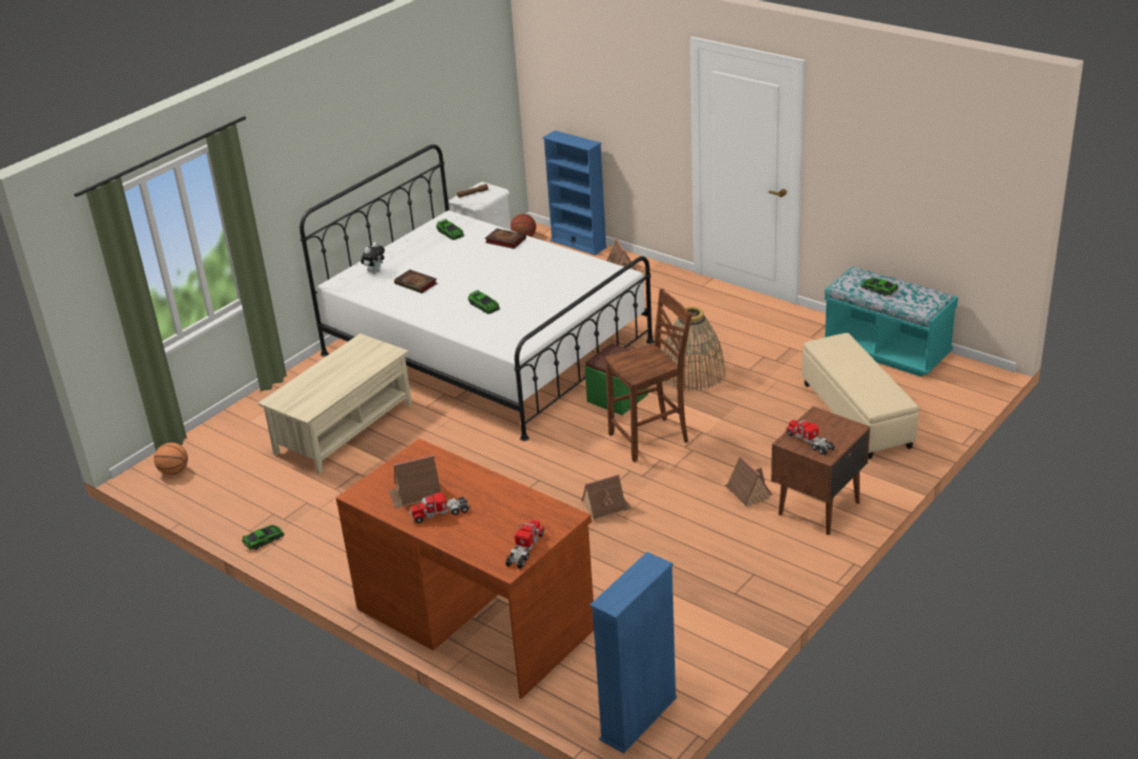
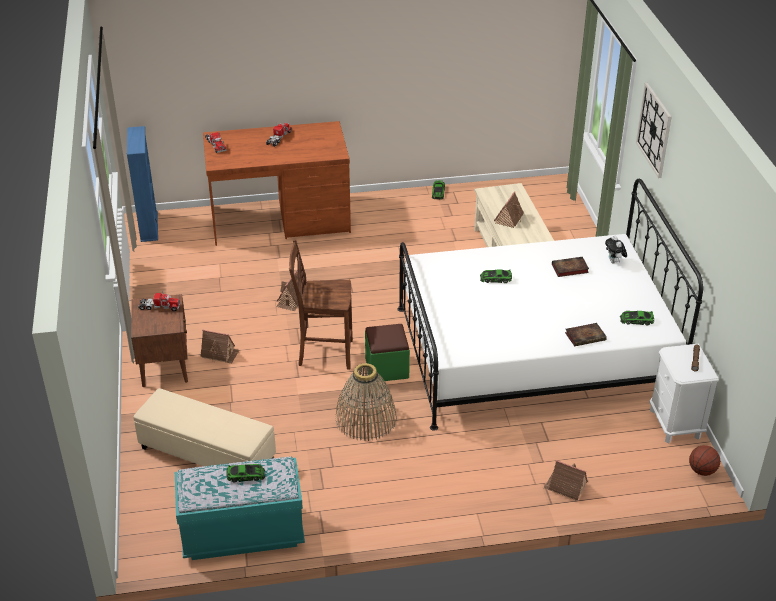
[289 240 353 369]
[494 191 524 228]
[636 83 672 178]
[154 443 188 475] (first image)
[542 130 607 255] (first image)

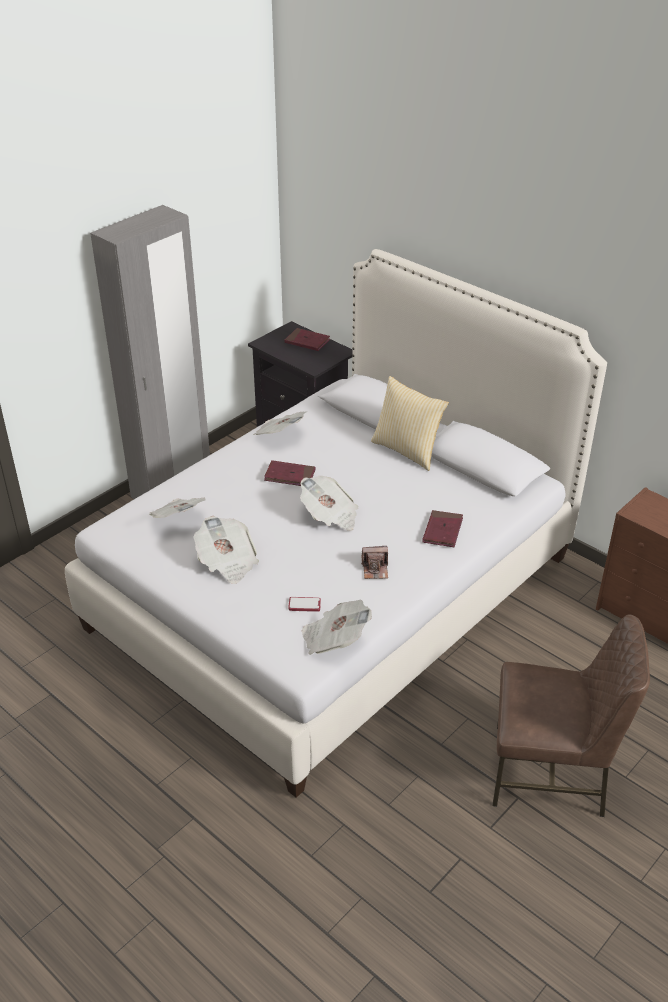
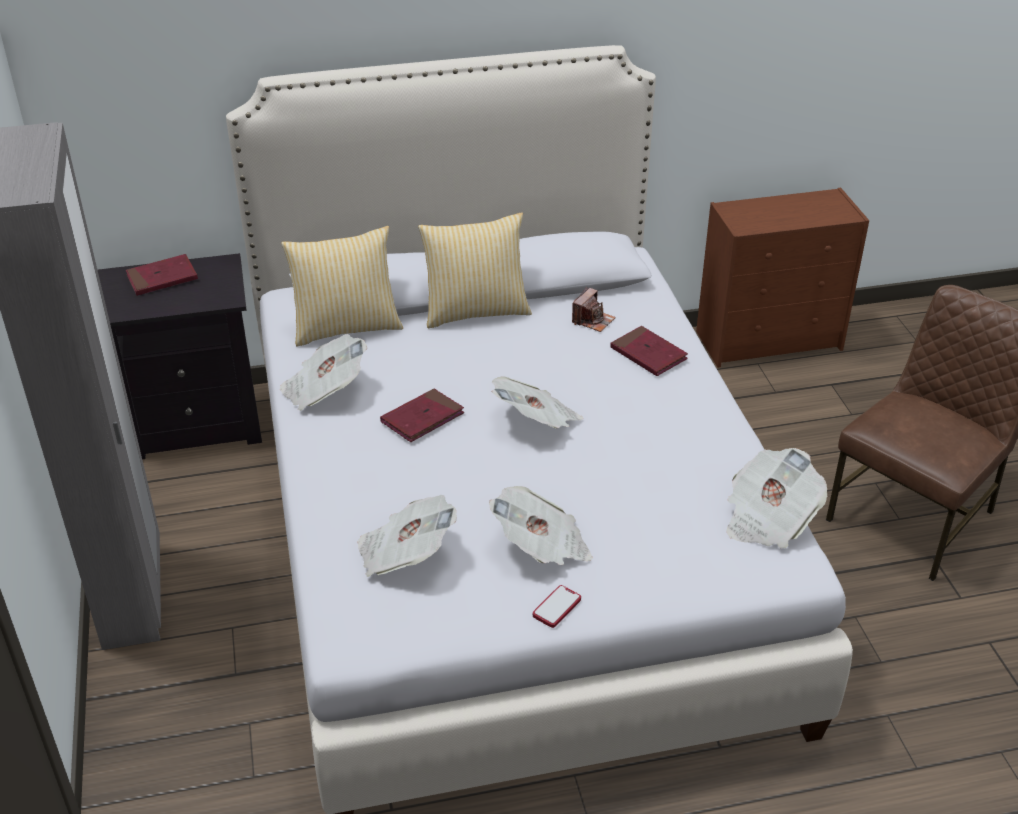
[281 226 403 347]
[533 585 581 628]
[572 288 616 332]

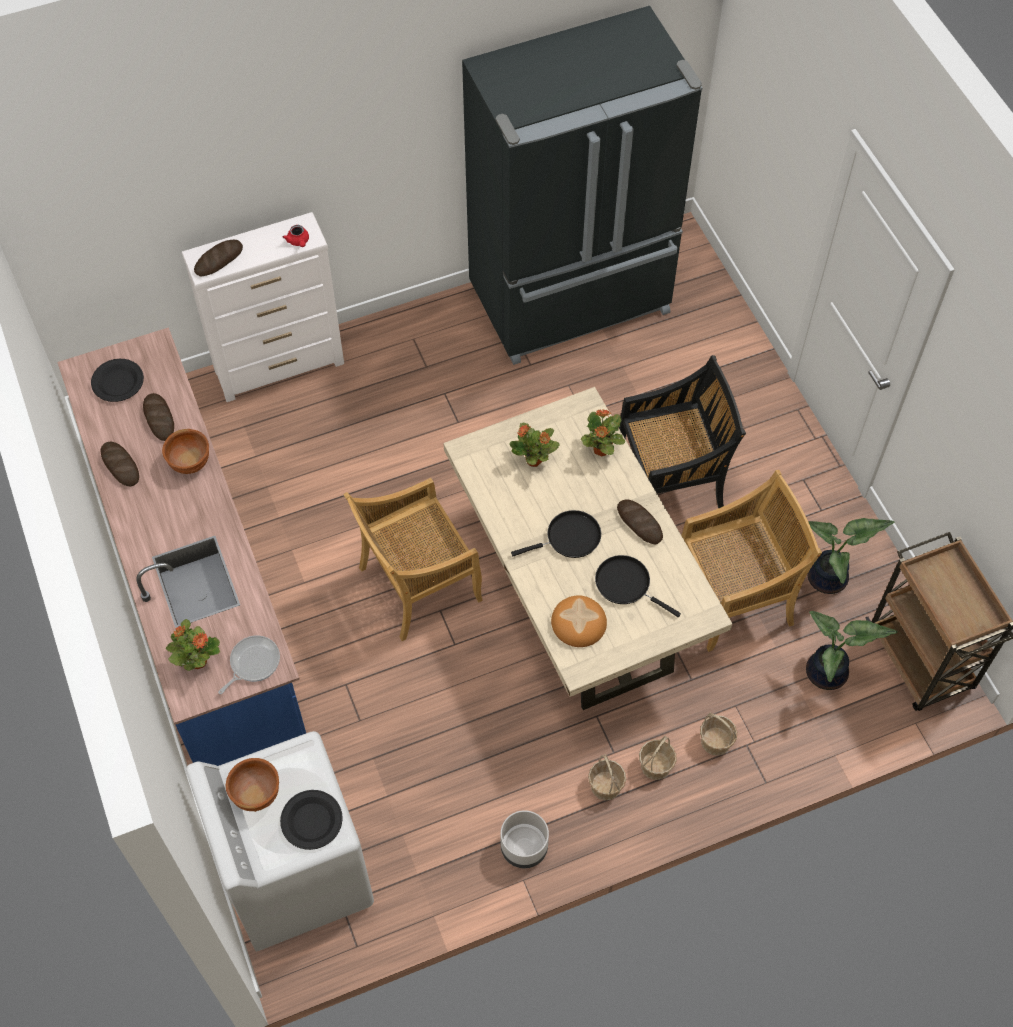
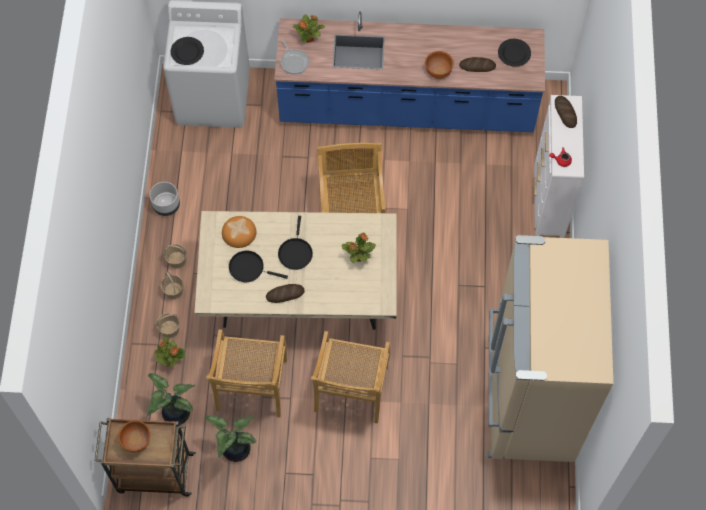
[118 420 151 453]
[154 337 185 367]
[229 251 288 282]
[311 331 390 424]
[488 235 613 462]
[101 442 139 487] (first image)

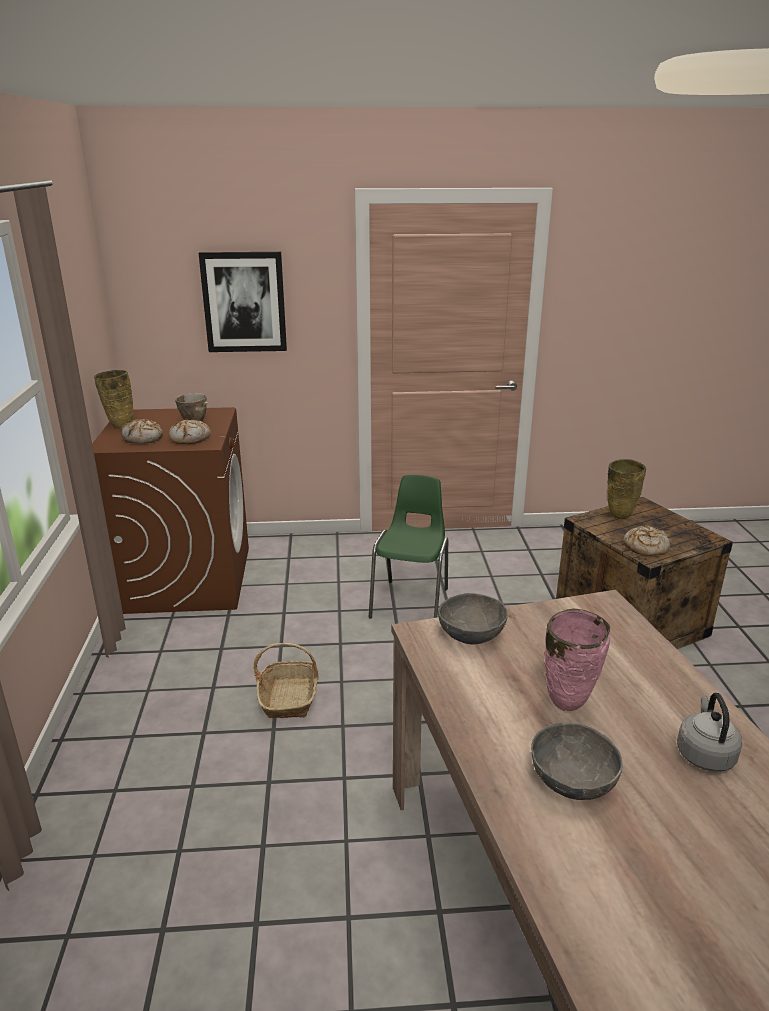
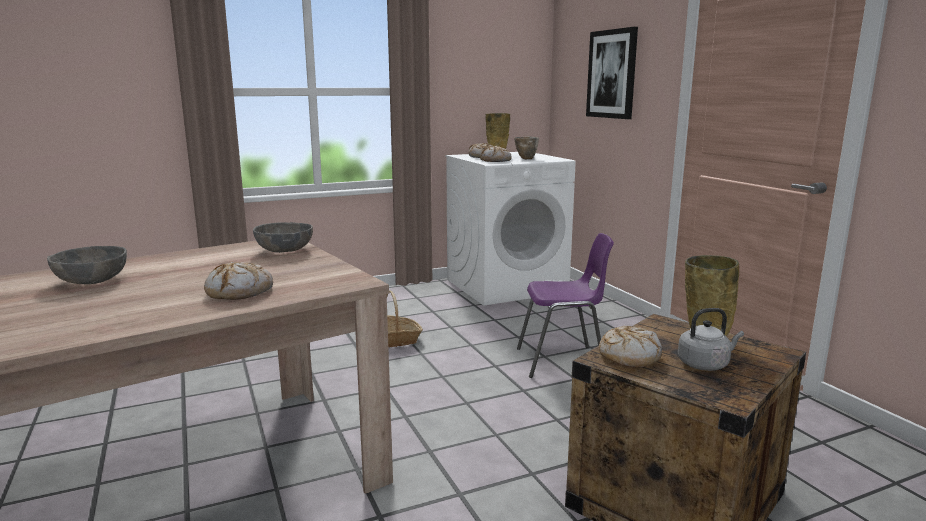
[204 261 273 300]
[445 152 576 306]
[517 233 614 378]
[678 308 744 371]
[543 609 610 711] (first image)

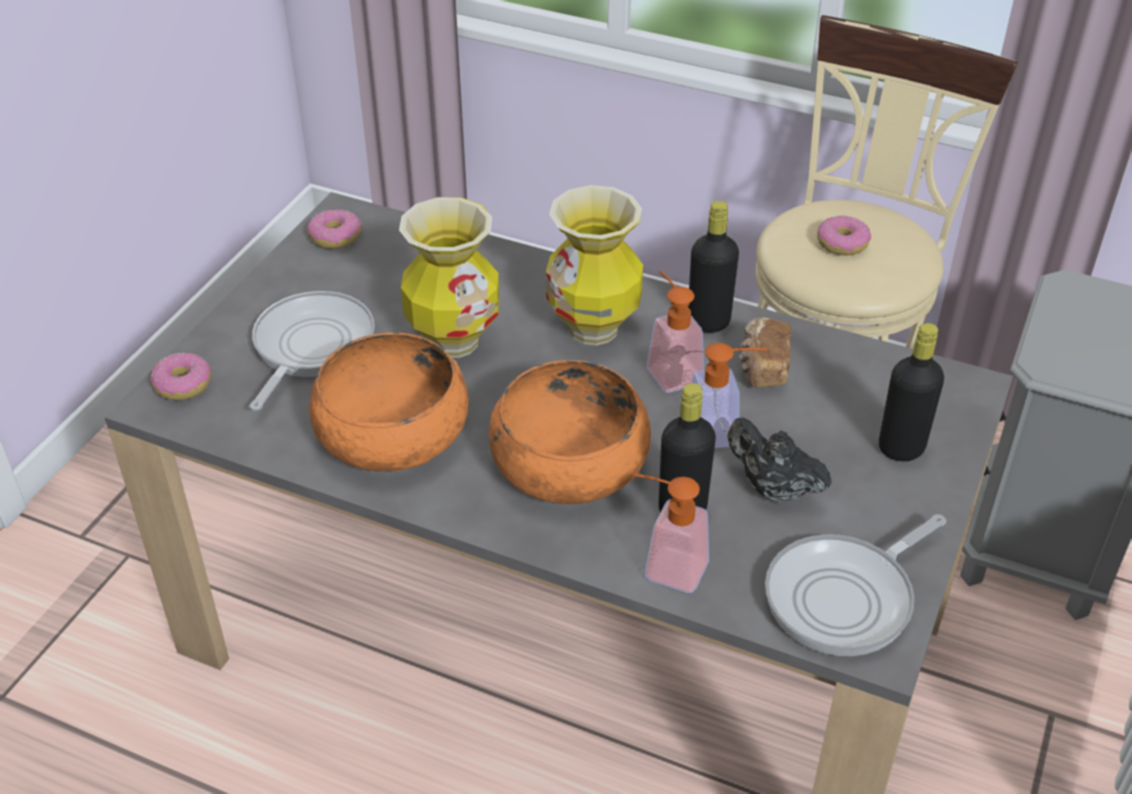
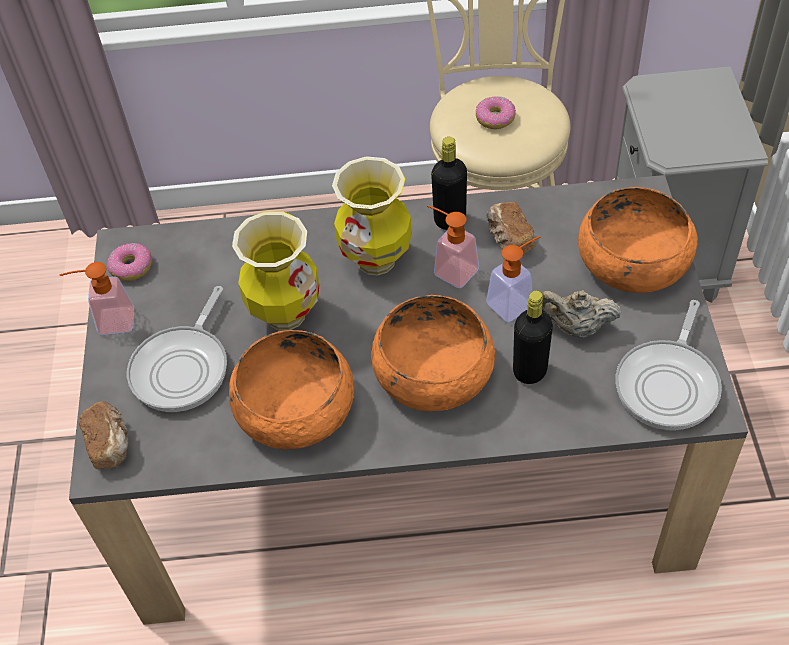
[60 262 134 335]
[79 401 128 469]
[127 286 227 412]
[541 290 622 337]
[578 187 698 293]

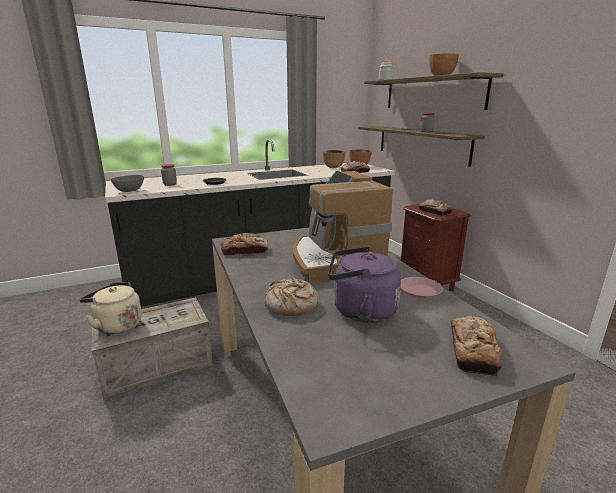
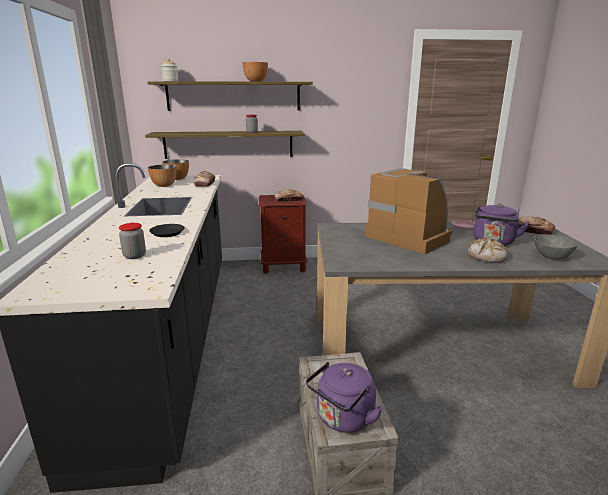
[306 362 383 433]
[365 168 452 254]
[534 234 577 260]
[221 233 268 255] (first image)

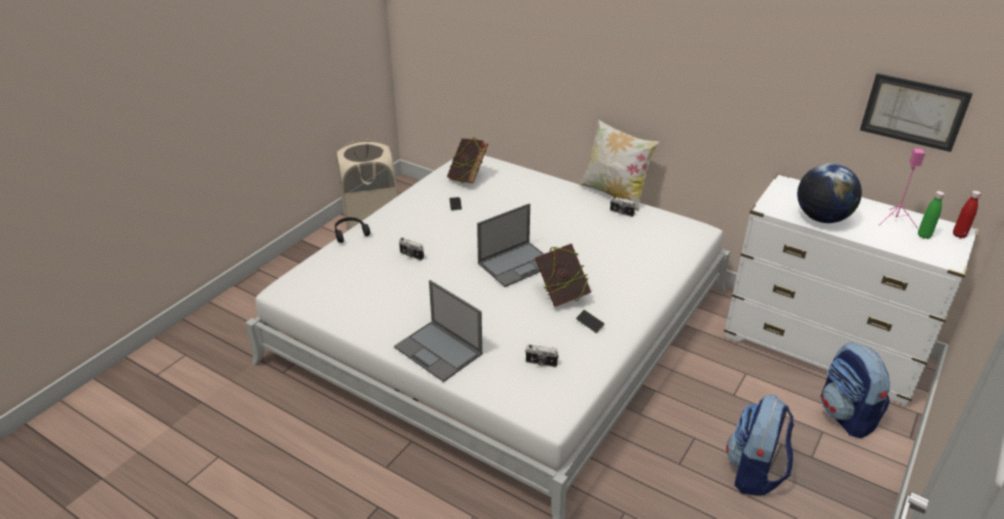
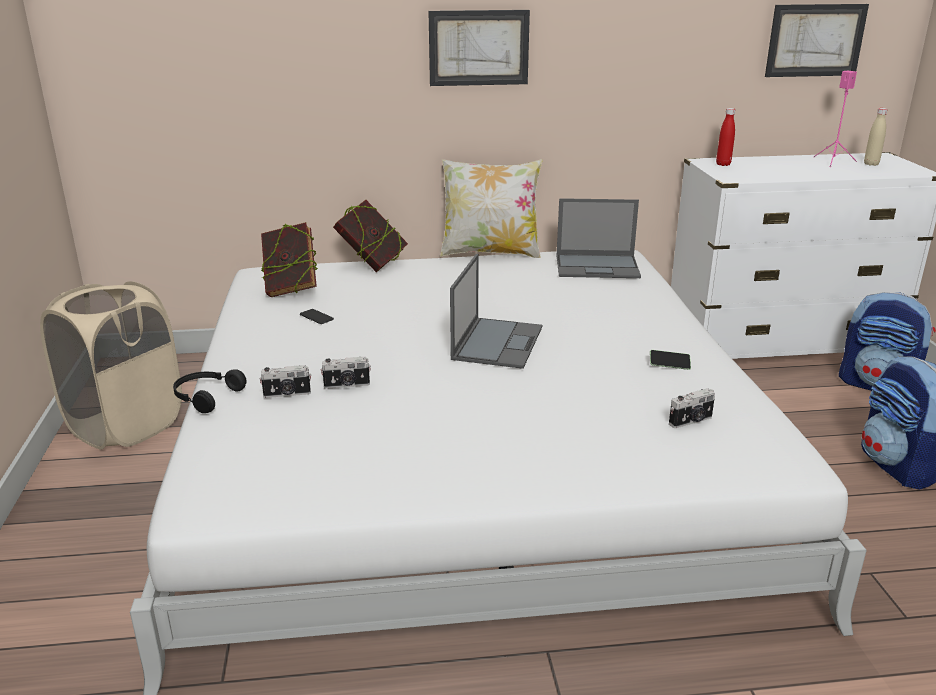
[259 365 311 398]
[333 200 408 272]
[428 10 530 86]
[556 198 641 278]
[716 108 735 166]
[864 108 888 166]
[797 163 862 223] (first image)

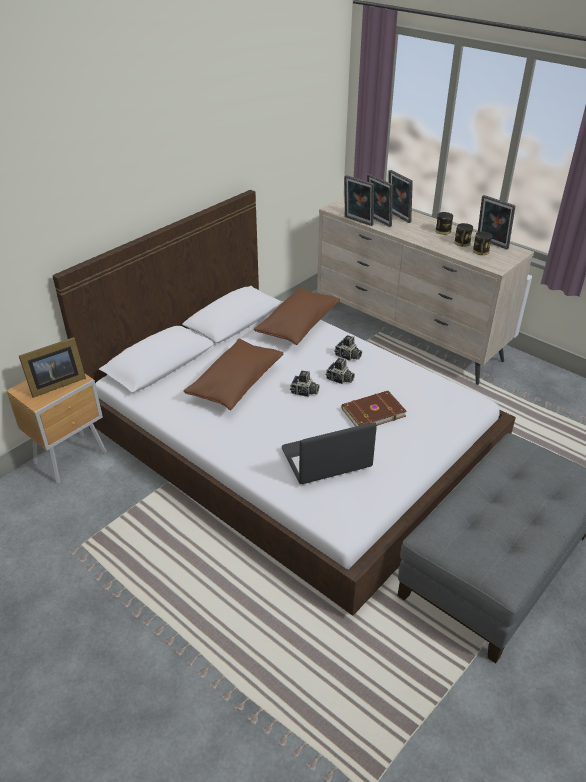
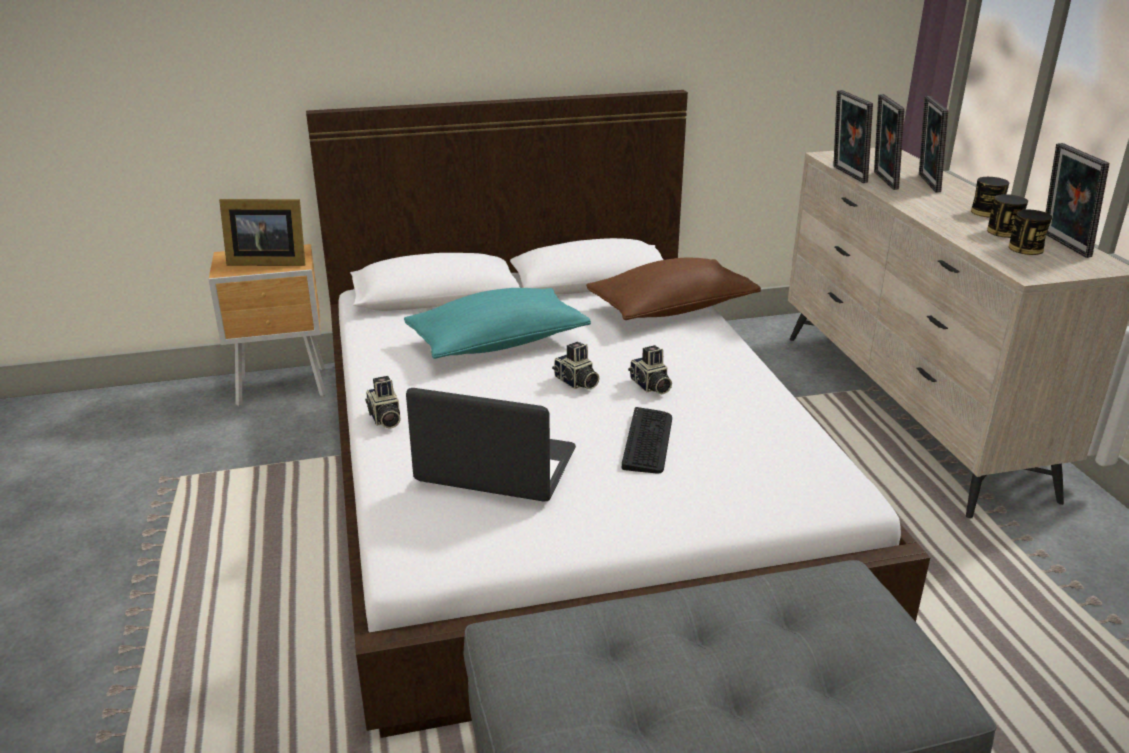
[365 376 401 429]
[404 288 591 359]
[622 407 672 474]

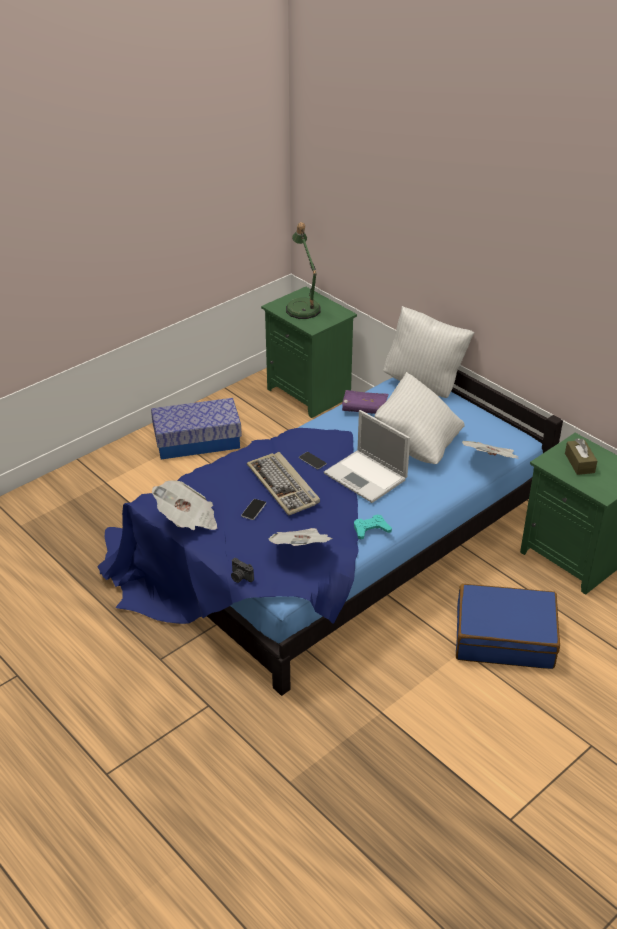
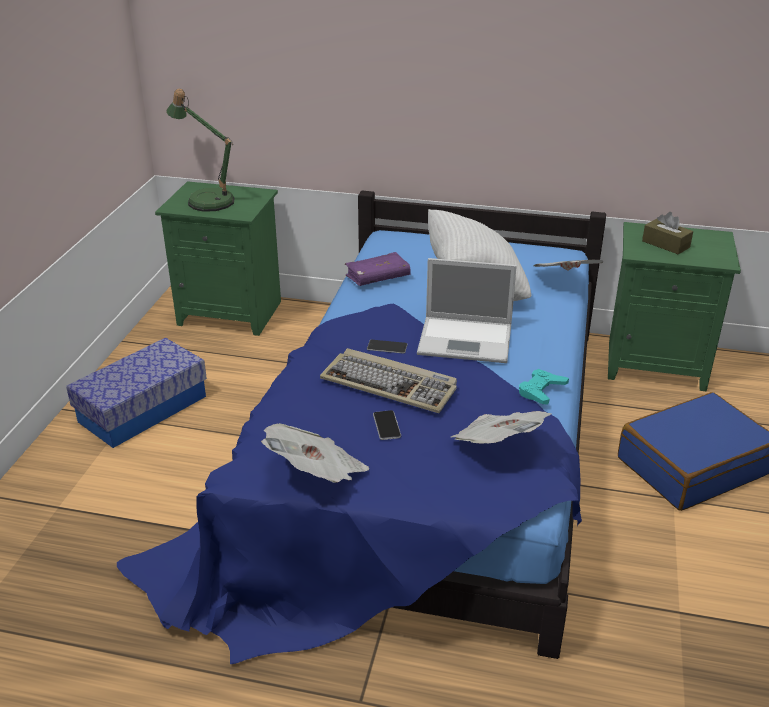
[231 558 254 583] (first image)
[384 306 474 398] (first image)

